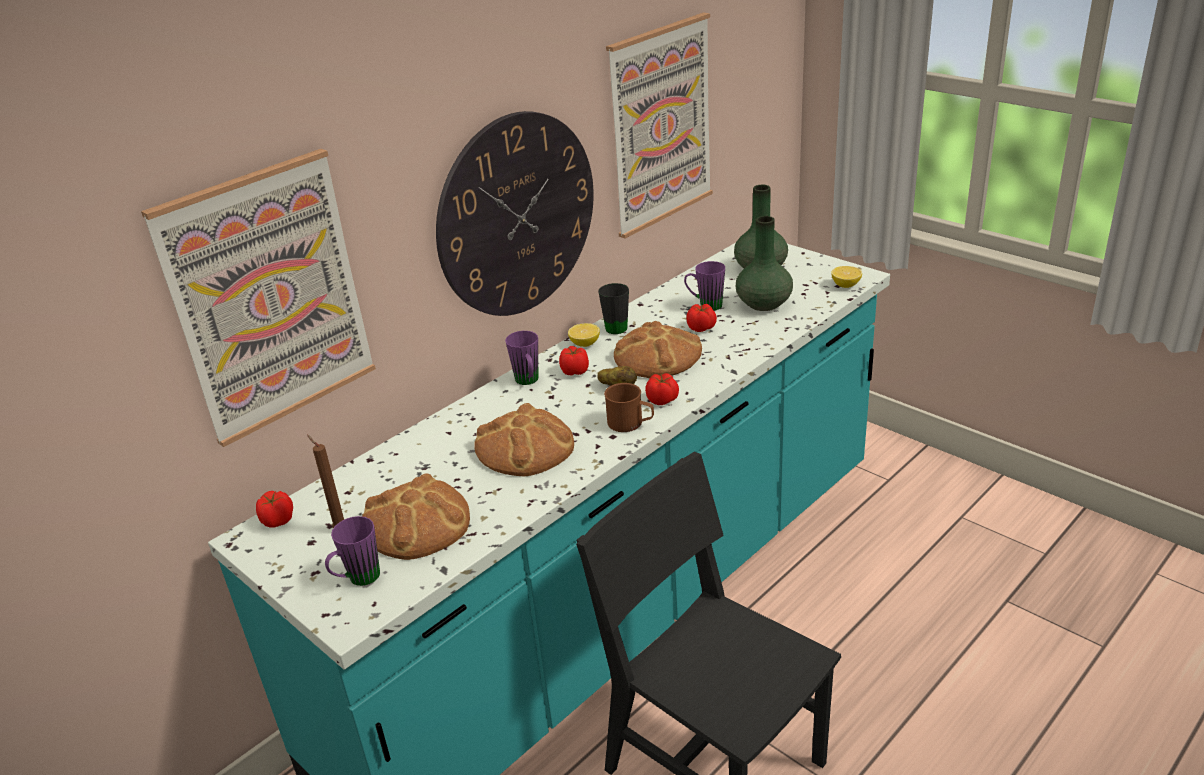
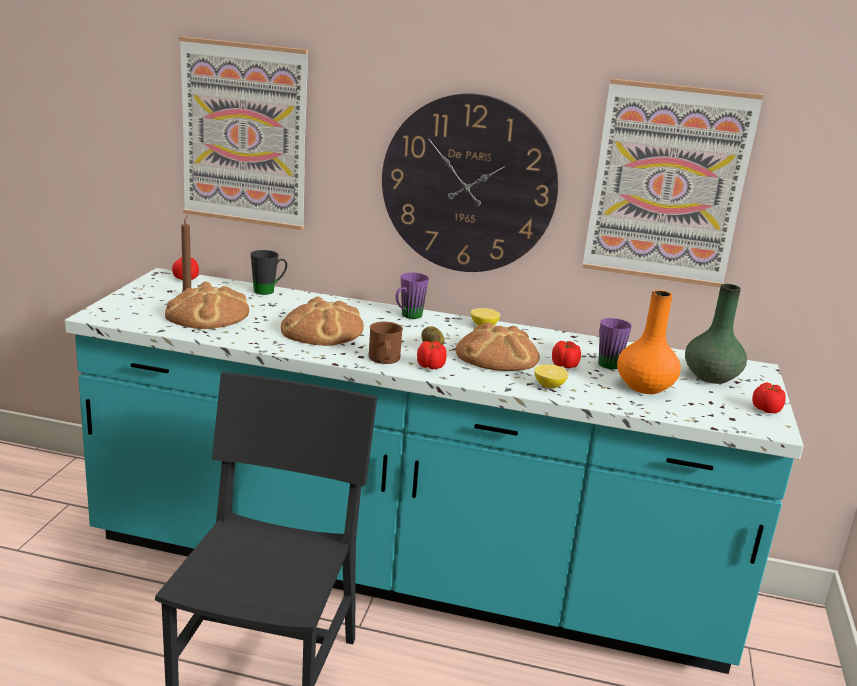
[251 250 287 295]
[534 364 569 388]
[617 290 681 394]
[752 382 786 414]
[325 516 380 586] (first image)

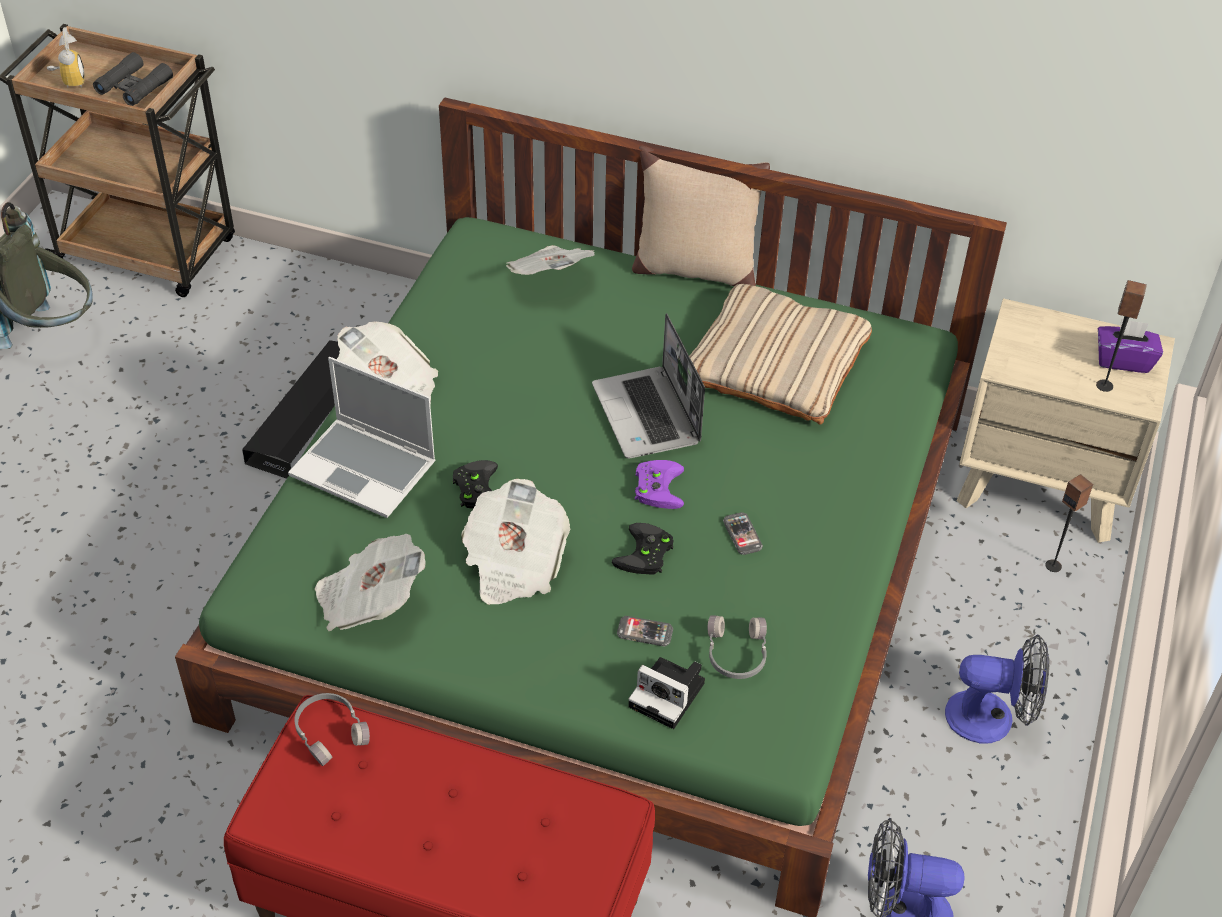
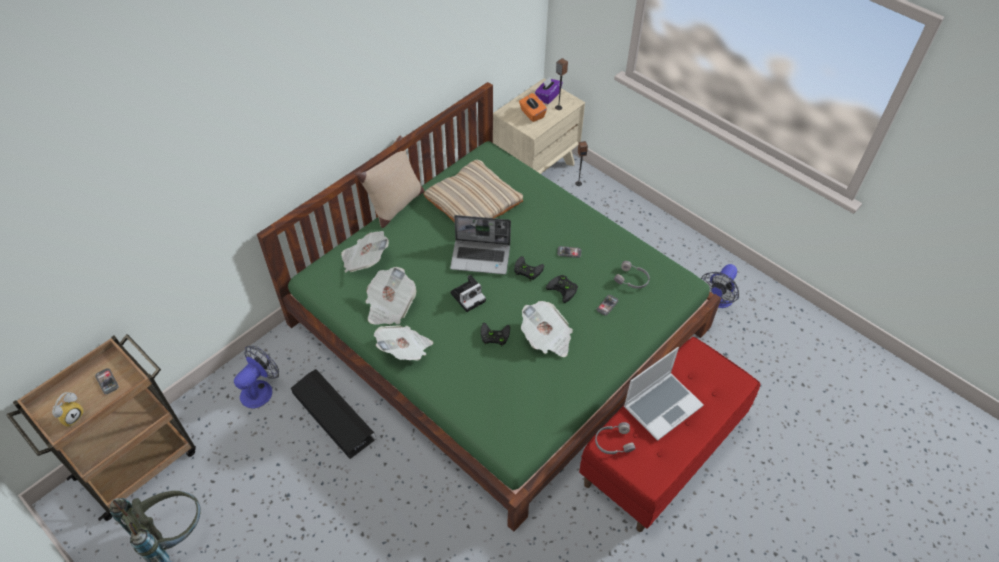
[52 392 84 427]
[95 368 119 394]
[234 346 279 409]
[366 267 416 325]
[451 275 486 312]
[514 256 544 281]
[519 93 547 122]
[624 347 704 441]

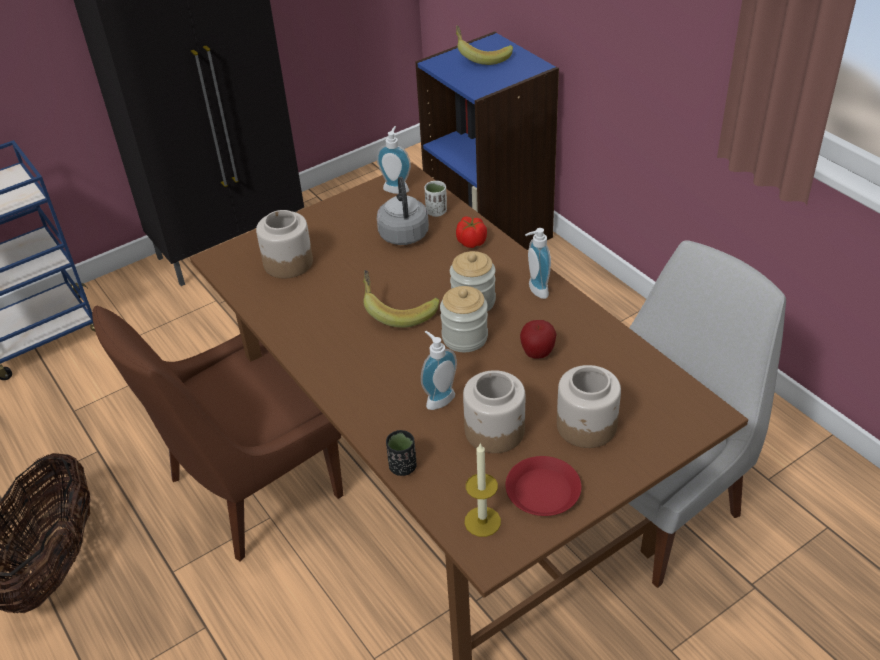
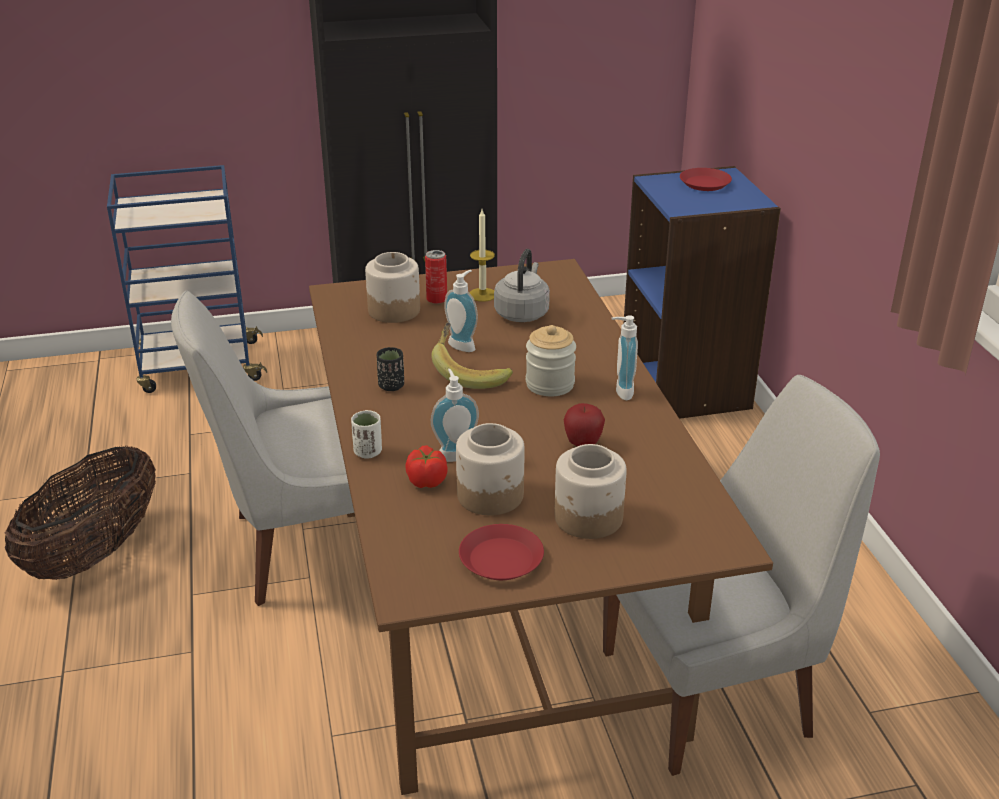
[171 291 354 606]
[351 410 382 459]
[377 347 404 391]
[405 446 448 488]
[425 250 447 304]
[444 270 478 352]
[469 210 495 302]
[680 168 732 191]
[440 286 488 352] (first image)

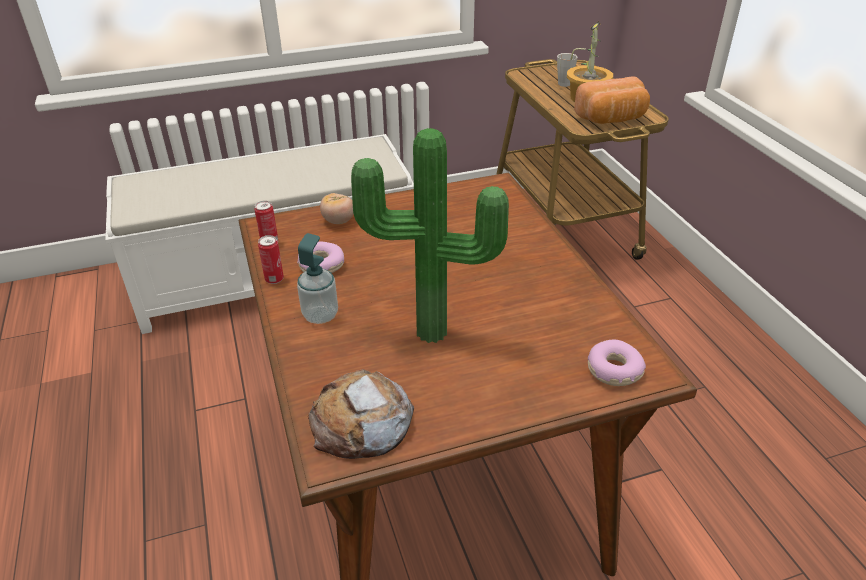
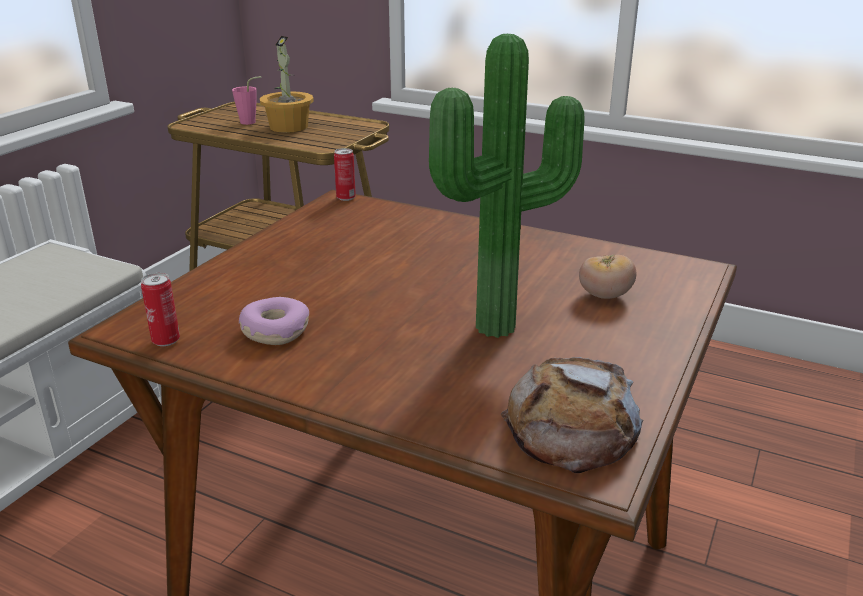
[232 76 262 125]
[334 148 356 201]
[579 254 636 299]
[297 233 338 324] (first image)
[574 76 650 124] (first image)
[588 340 646 386] (first image)

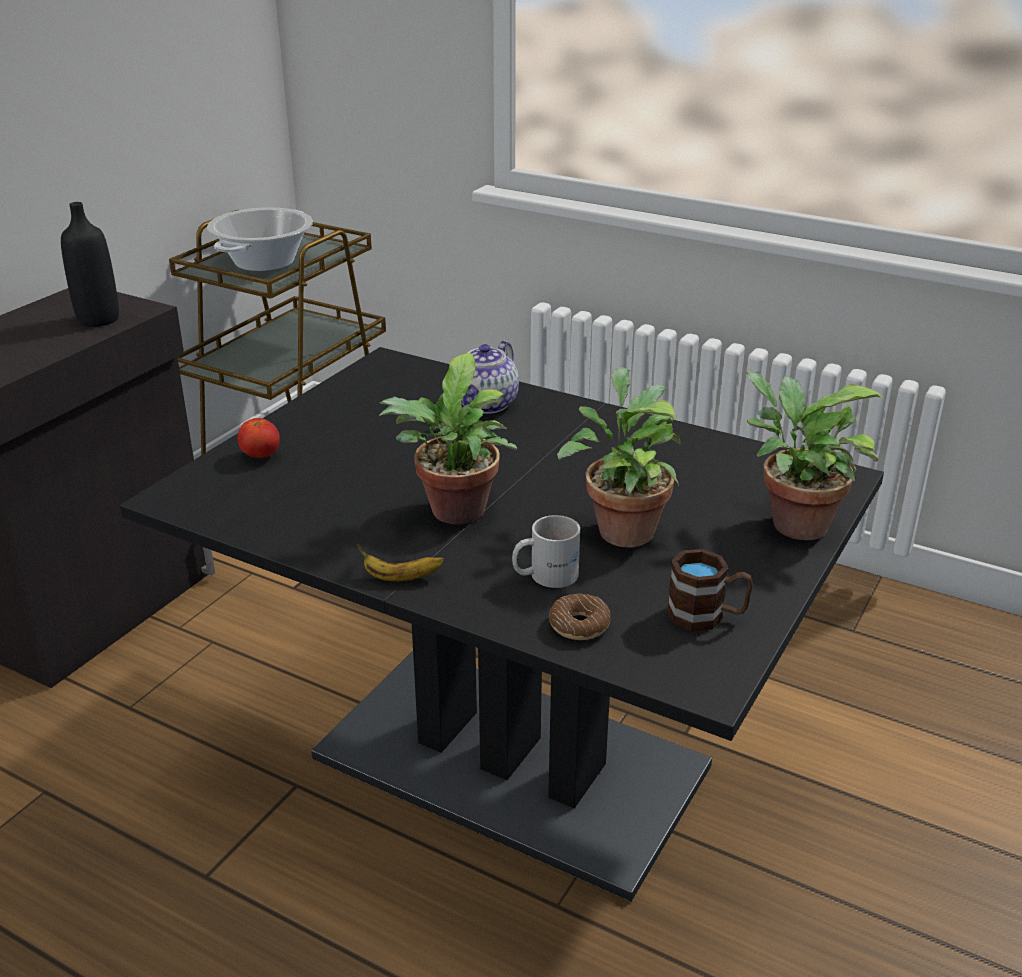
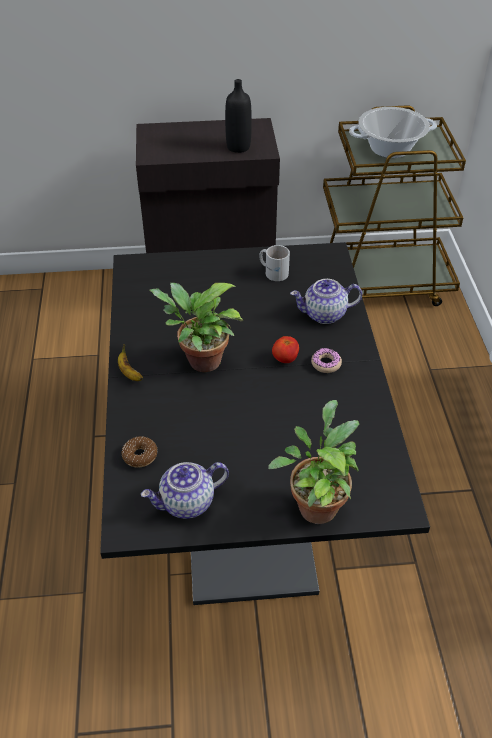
[141 462 229 519]
[259 245 290 281]
[272 336 299 363]
[311 348 342 373]
[557 367 681 547] (first image)

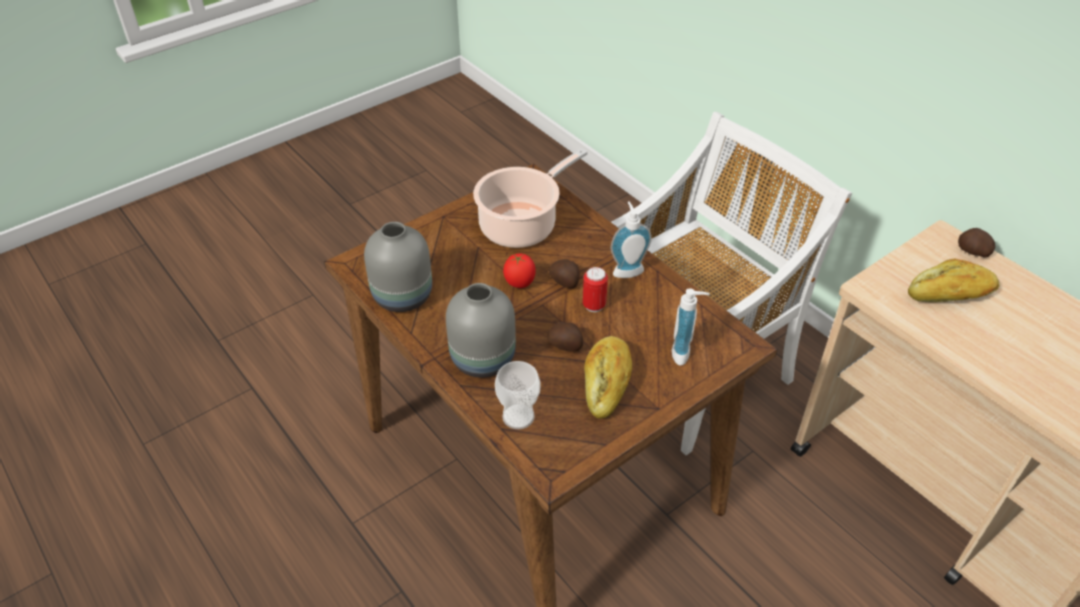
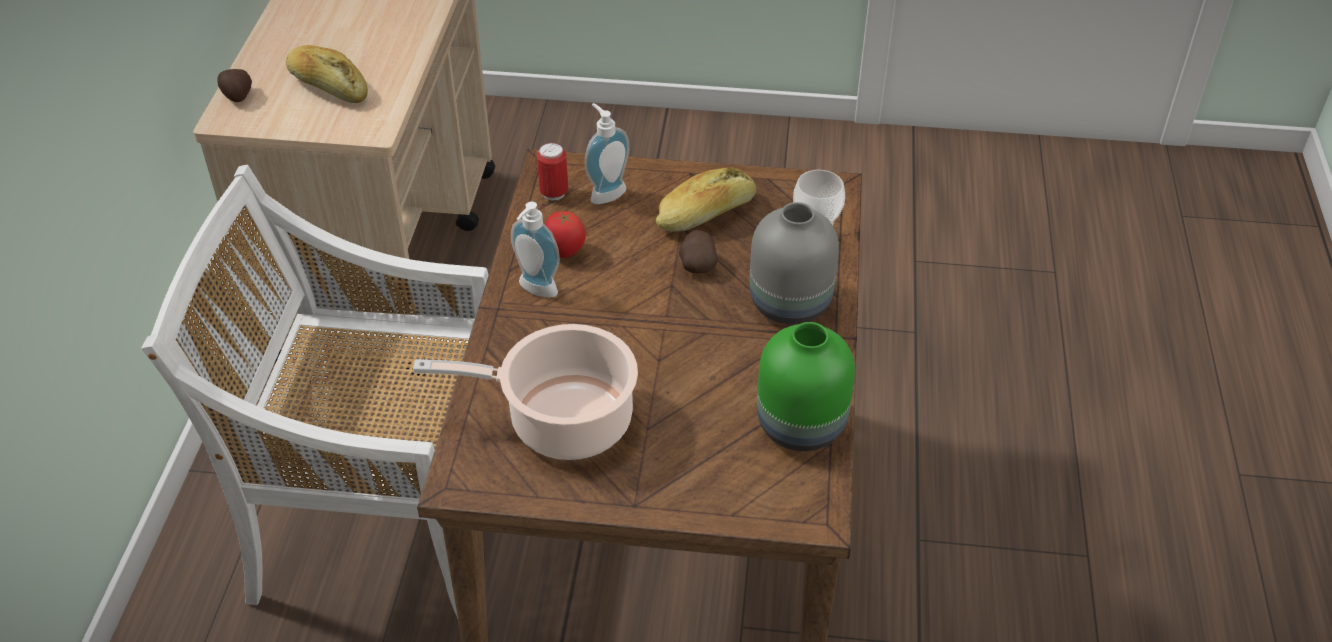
[537 142 568 200]
[545 211 586 258]
[757 322 855 451]
[549 259 580 288] (first image)

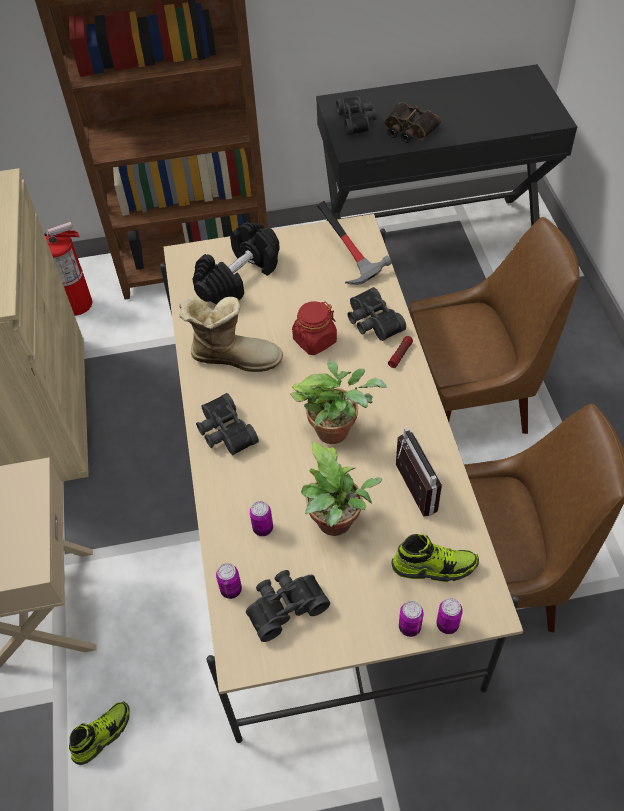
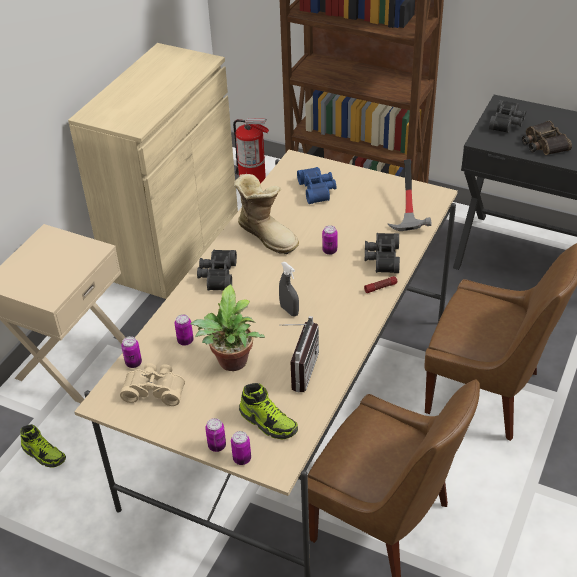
[20 424 66 468]
[120 363 185 406]
[279 262 299 316]
[297 167 336 204]
[322 225 337 255]

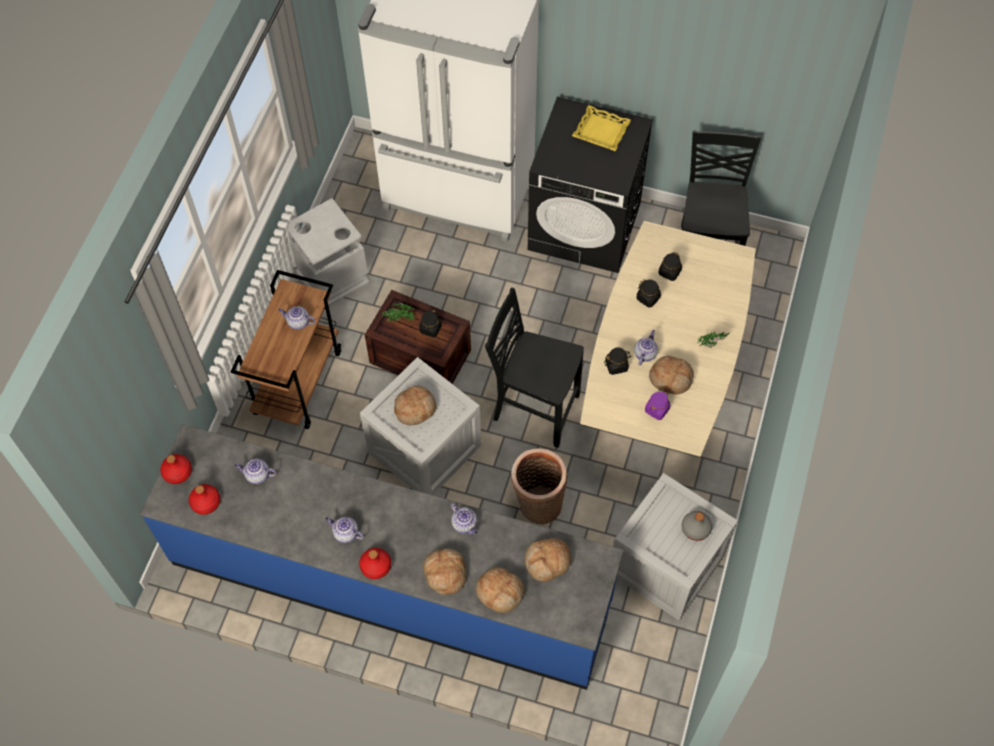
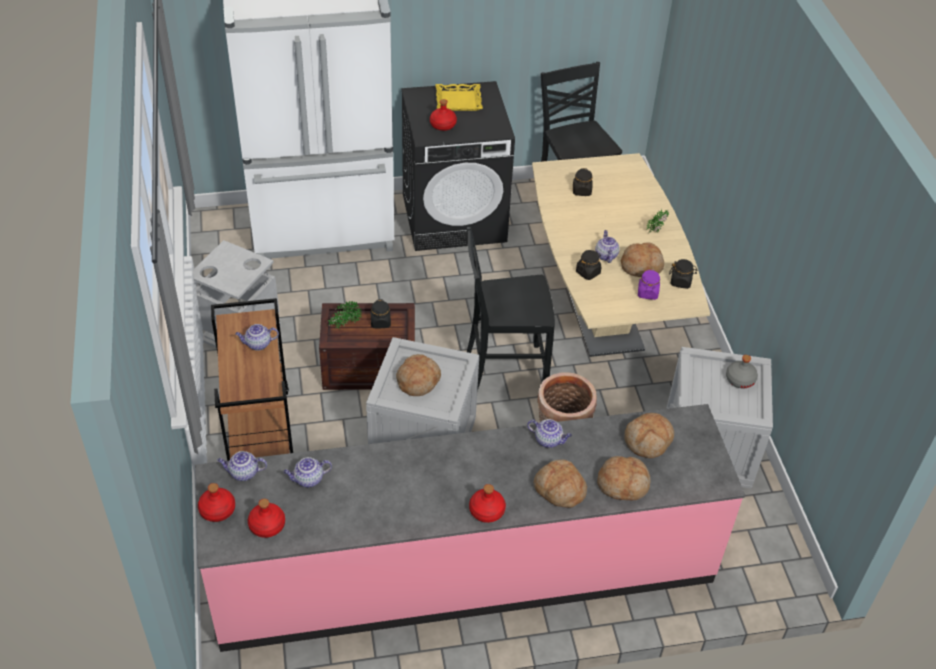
[195 404 745 652]
[217 451 267 481]
[430 99 457 131]
[669 259 697 289]

